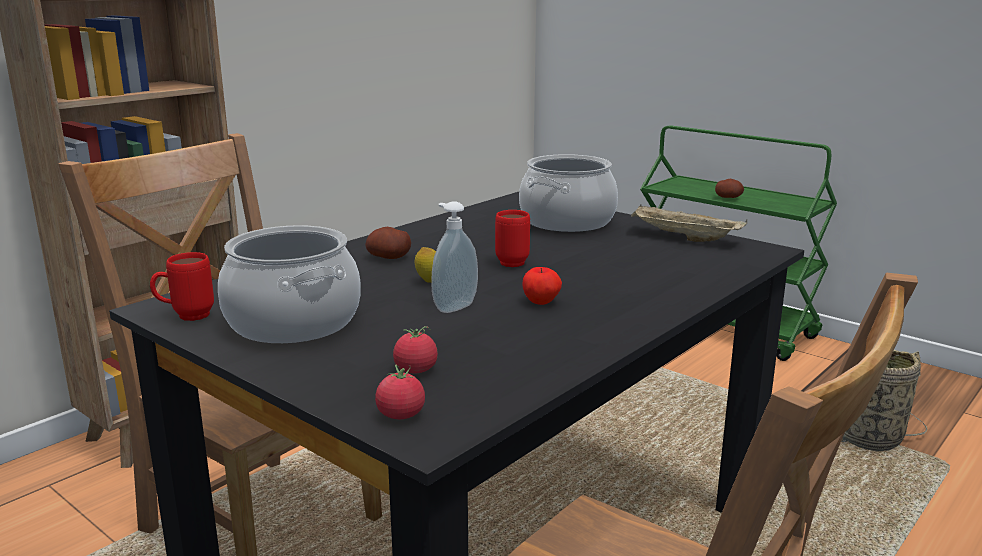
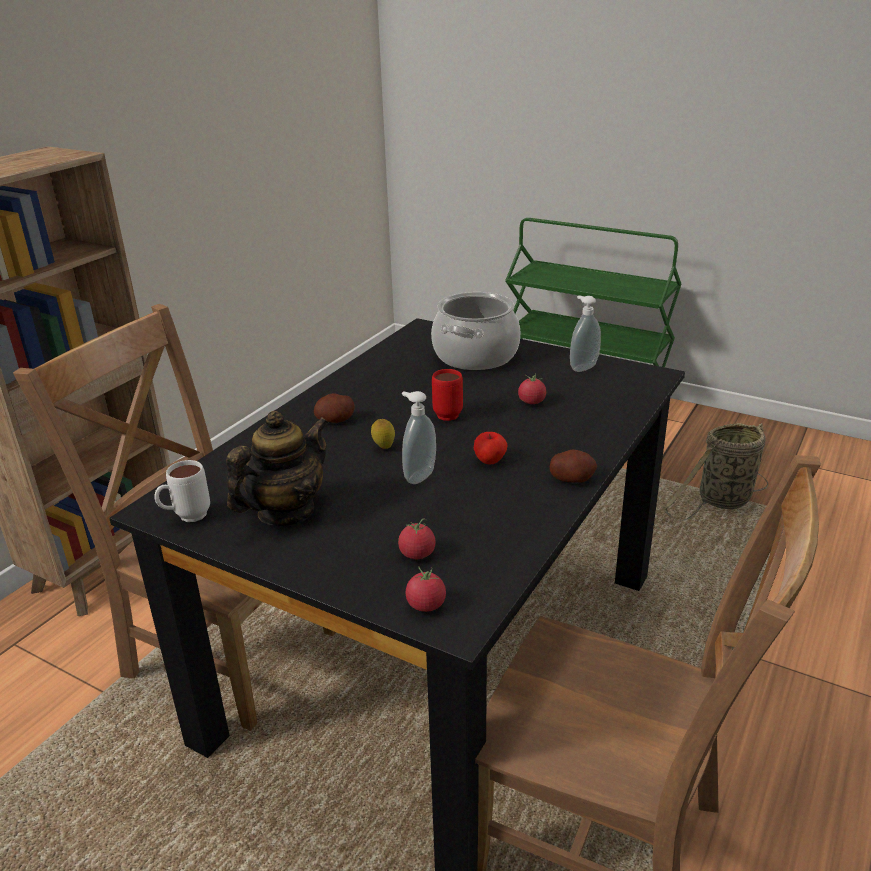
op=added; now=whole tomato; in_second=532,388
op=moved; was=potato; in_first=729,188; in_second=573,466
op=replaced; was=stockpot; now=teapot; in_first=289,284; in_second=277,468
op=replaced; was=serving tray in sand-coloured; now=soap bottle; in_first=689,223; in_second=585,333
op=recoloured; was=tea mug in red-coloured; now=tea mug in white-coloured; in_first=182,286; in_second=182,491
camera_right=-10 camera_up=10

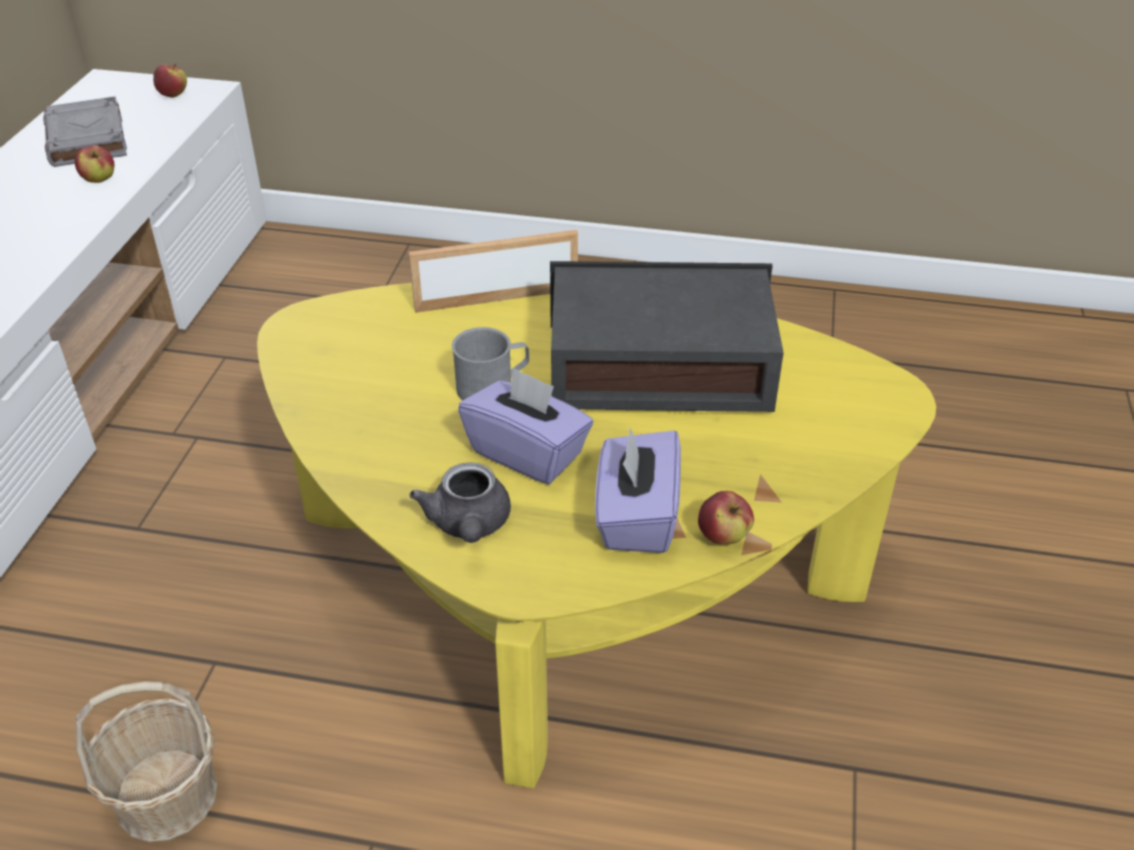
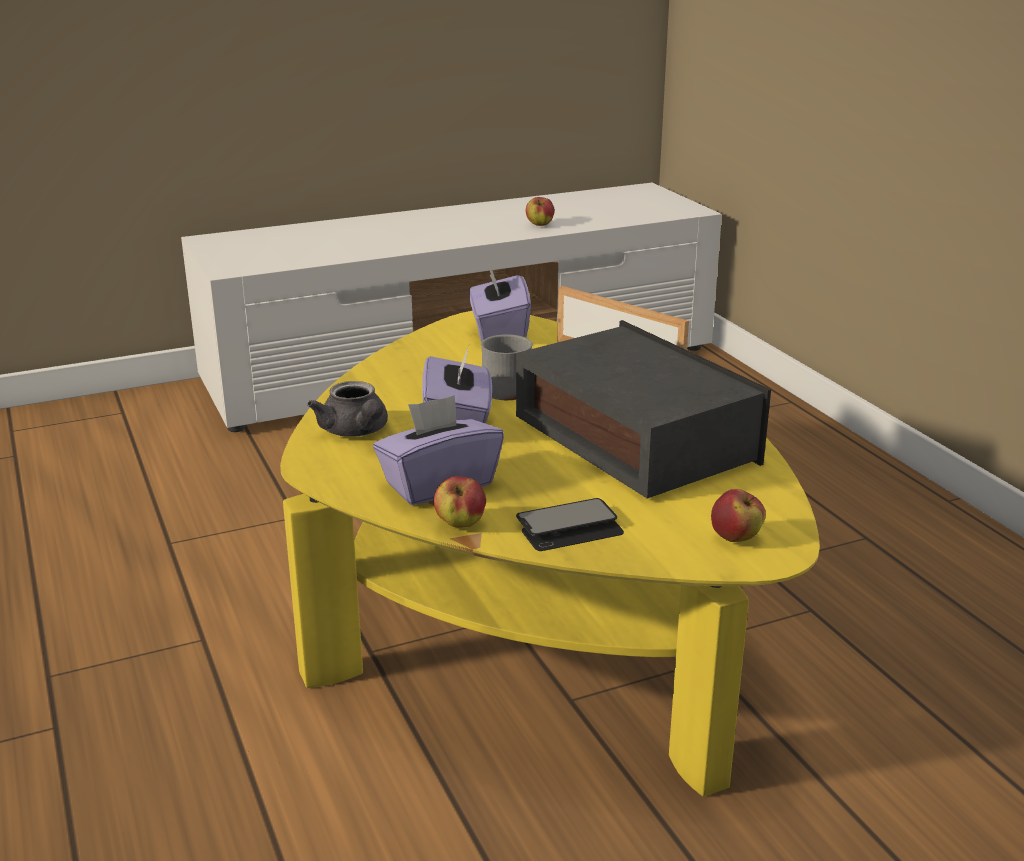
op=removed; was=bound book in gray; in_first=85,131
op=removed; was=basket; in_first=146,761
op=added; now=tissue holder in purple; in_second=500,302
op=added; now=phone; in_second=570,524
op=moved; was=apple; in_first=170,81; in_second=738,515
op=turned; was=teapot in gray; in_first=460,502; in_second=347,409; clockwise=-75
camera_right=55 camera_up=-15

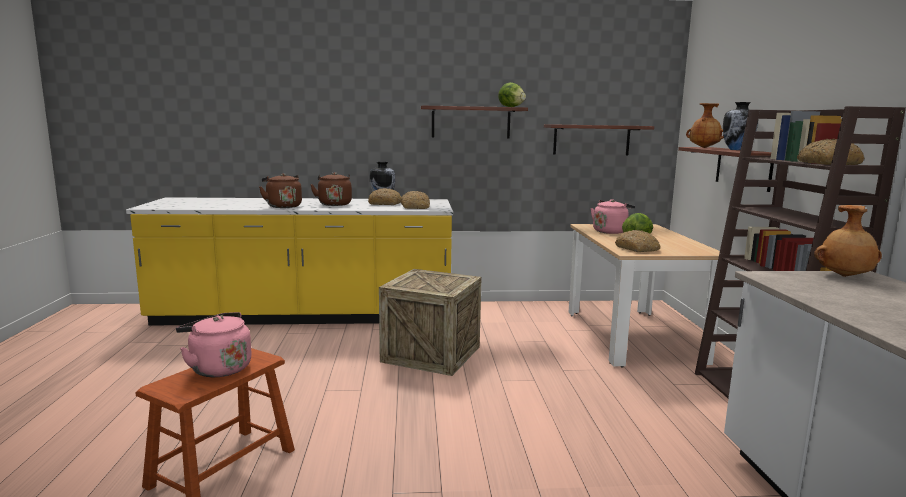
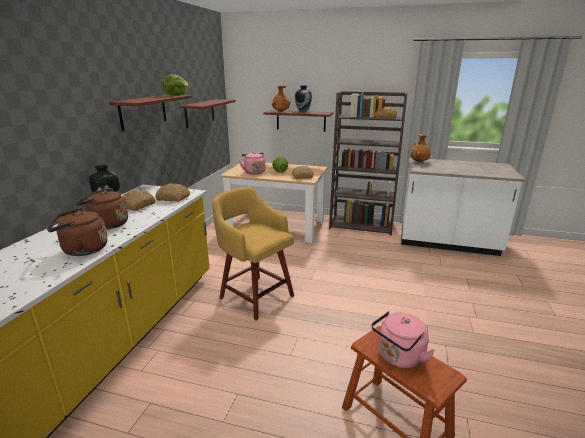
op=replaced; was=shipping crate; now=stool in yellow-coloured; in_first=430,322; in_second=253,253
camera_right=-70 camera_up=10

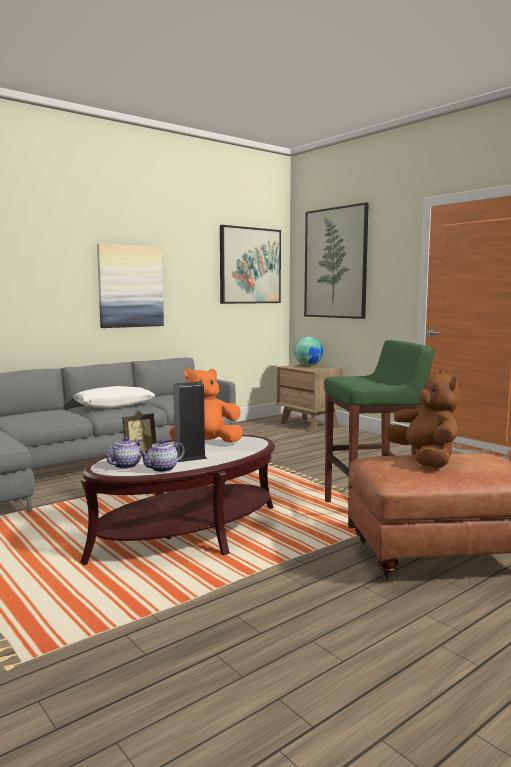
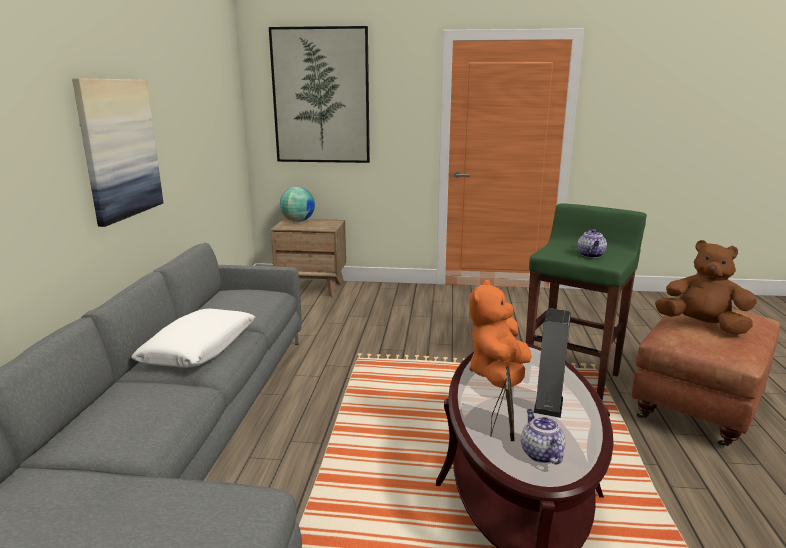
op=removed; was=wall picture; in_first=250,264
op=moved; was=teapot; in_first=161,456; in_second=592,243
camera_right=-45 camera_up=10

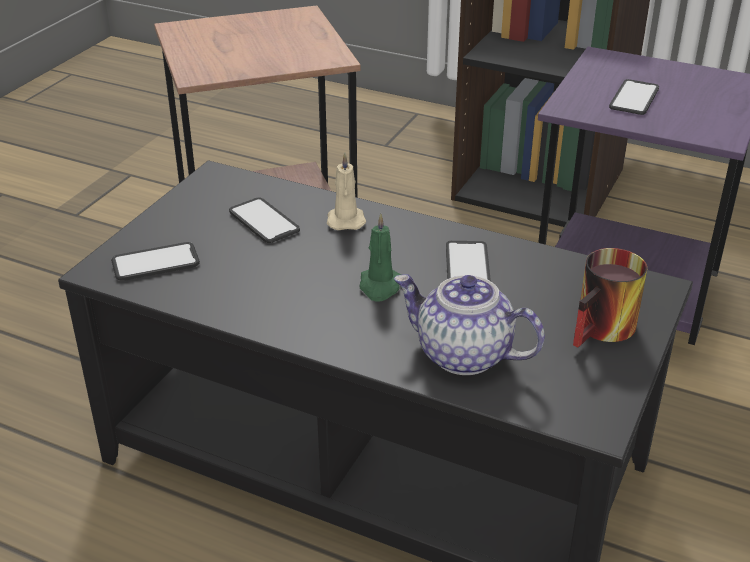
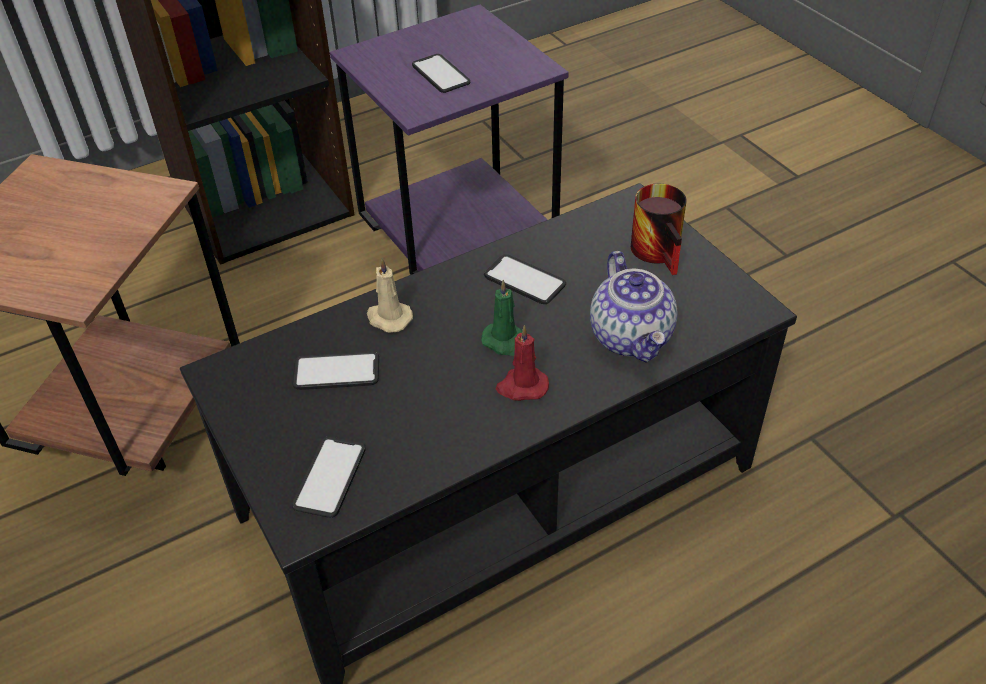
op=added; now=candle in red-coloured; in_second=522,363
op=turned; was=teapot; in_first=469,324; in_second=634,306; clockwise=-75
camera_right=-55 camera_up=10

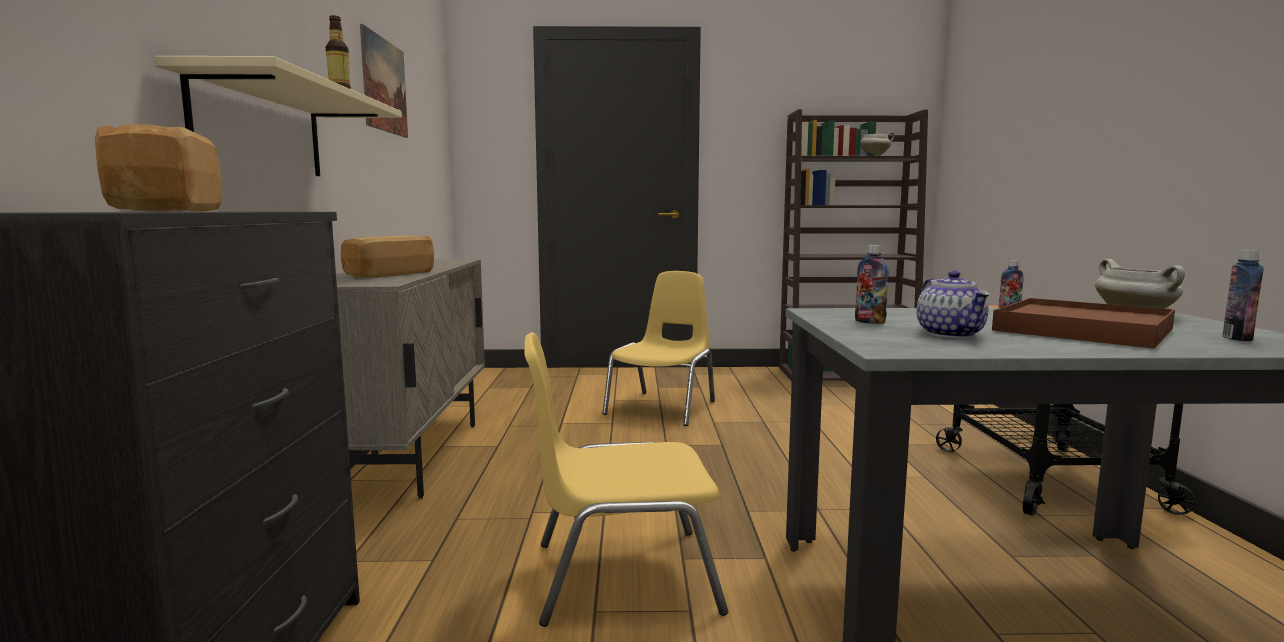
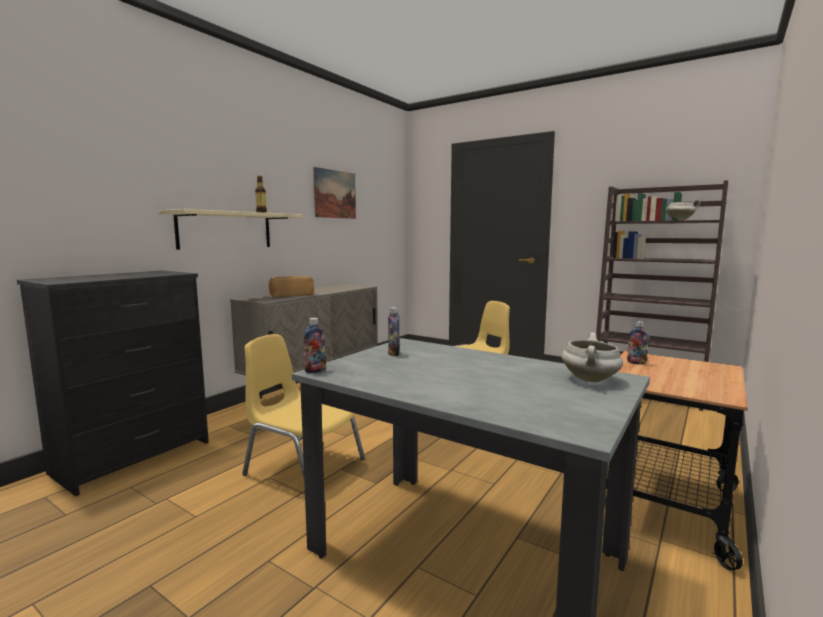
op=removed; was=baked bread; in_first=158,168
op=removed; was=teapot; in_first=953,304
op=removed; was=serving tray in brown; in_first=1083,323
op=moved; was=drink bottle; in_first=1243,295; in_second=314,345
camera_right=35 camera_up=0

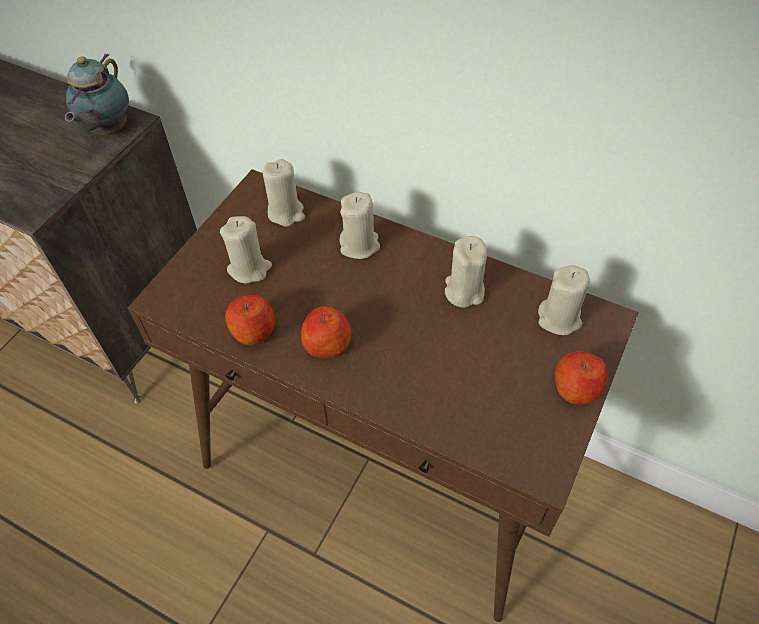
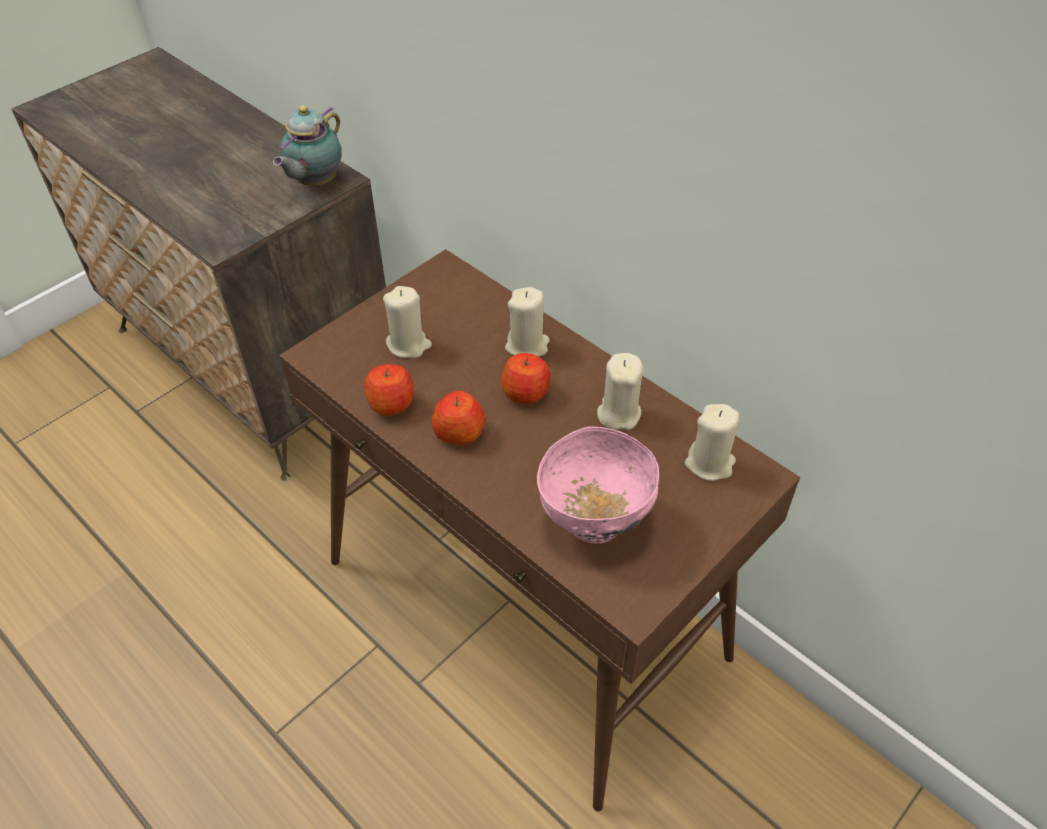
op=removed; was=candle in sand-coloured; in_first=284,193
op=added; now=deep dish in pink-coloured; in_second=598,485
op=moved; was=apple; in_first=581,378; in_second=526,378
camera_right=15 camera_up=-5

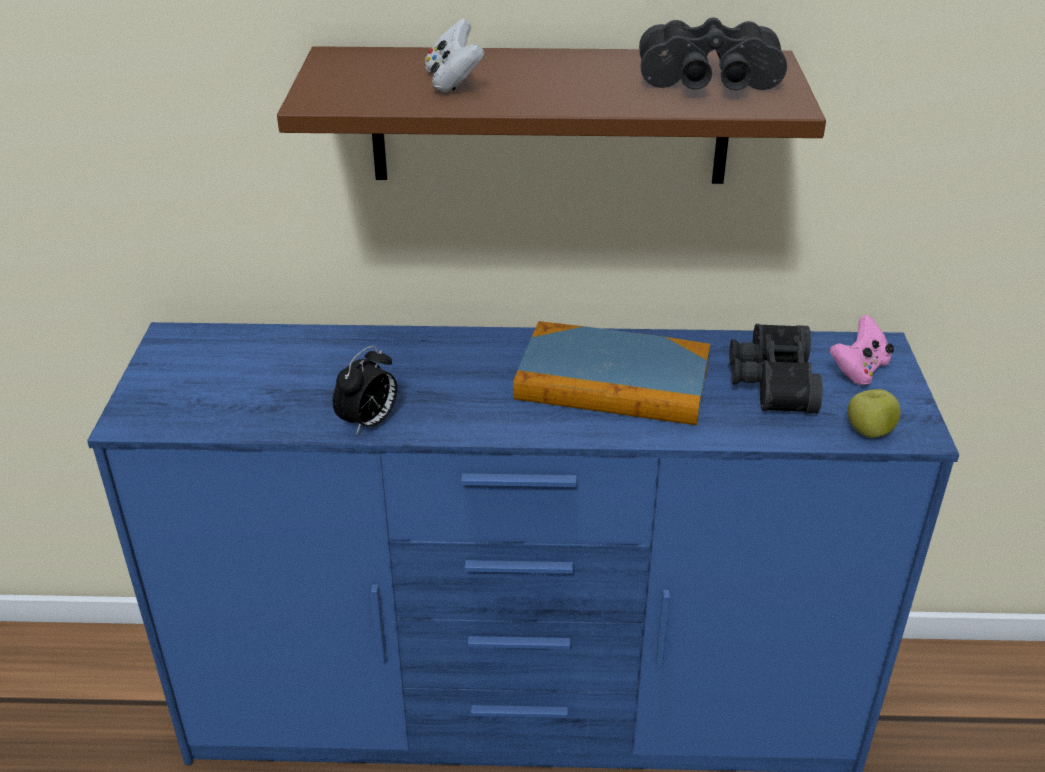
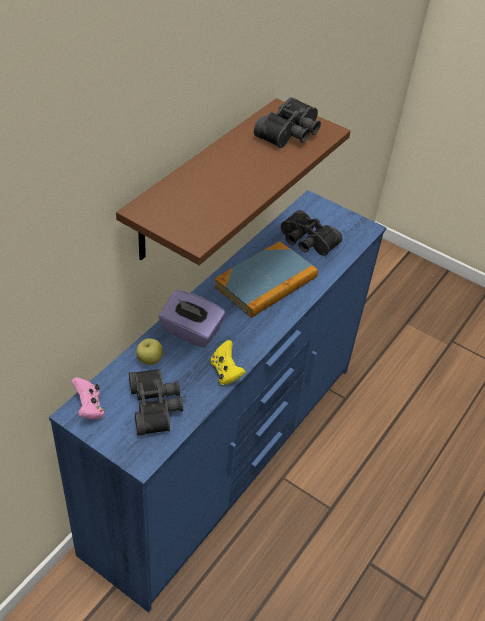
op=removed; was=game controller in white-coloured; in_first=455,55
op=added; now=field glasses in black-coloured; in_second=156,402
op=added; now=tissue holder in purple; in_second=192,319
op=moved; was=game controller in pink-coloured; in_first=862,350; in_second=87,398
op=moved; was=apple; in_first=874,413; in_second=149,351
op=replaced; was=table clock; now=game controller in yellow-coloured; in_first=365,390; in_second=228,362
camera_right=-60 camera_up=10

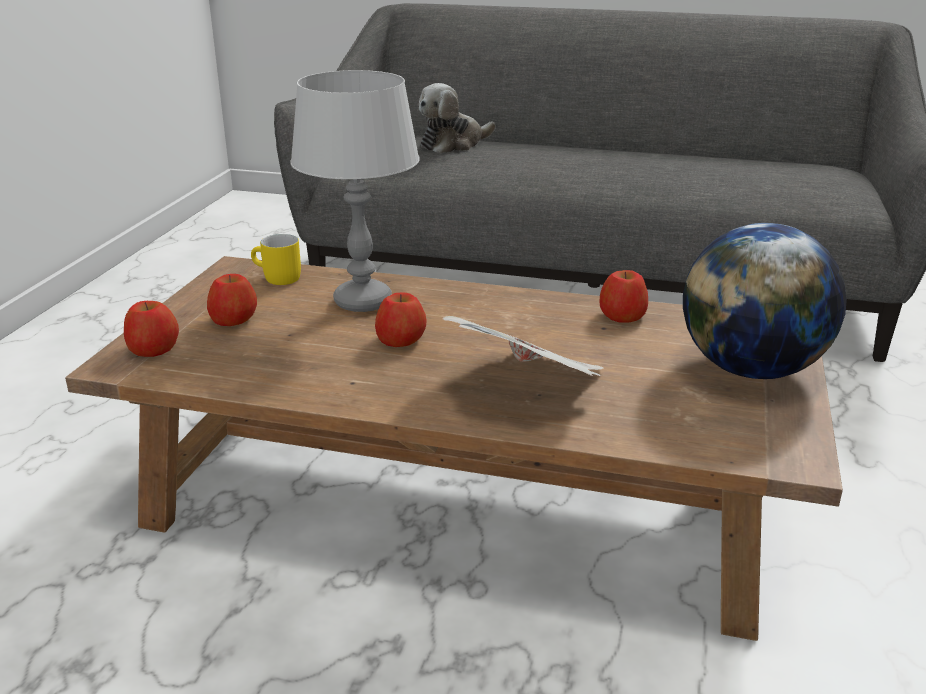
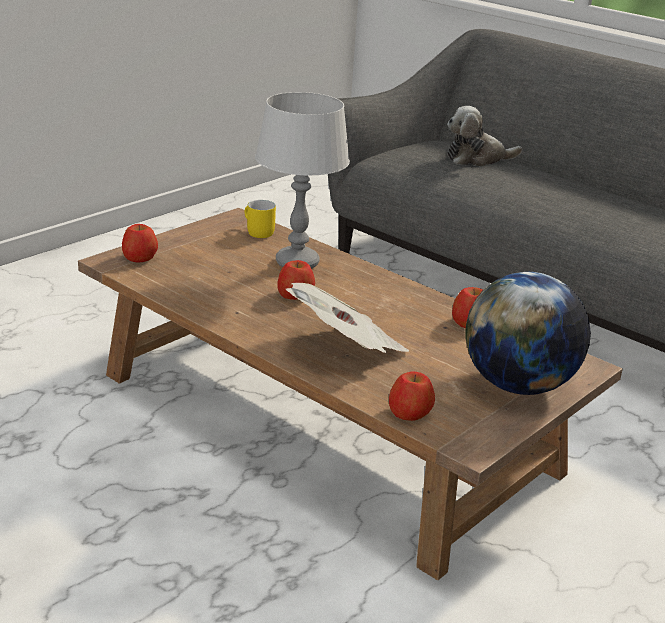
op=moved; was=apple; in_first=232,300; in_second=412,396
camera_right=25 camera_up=0

